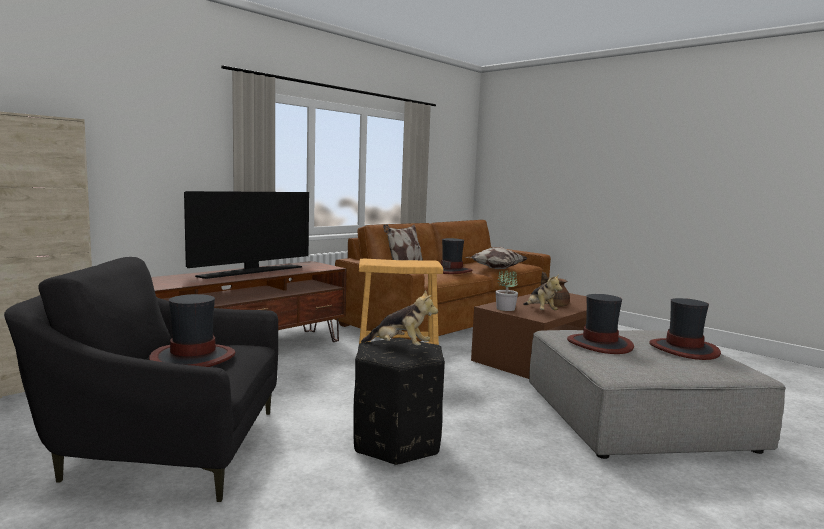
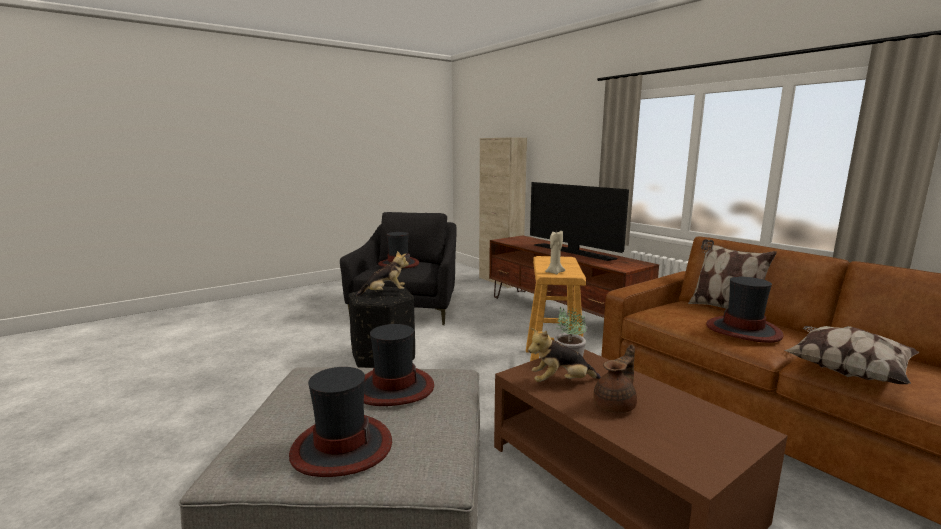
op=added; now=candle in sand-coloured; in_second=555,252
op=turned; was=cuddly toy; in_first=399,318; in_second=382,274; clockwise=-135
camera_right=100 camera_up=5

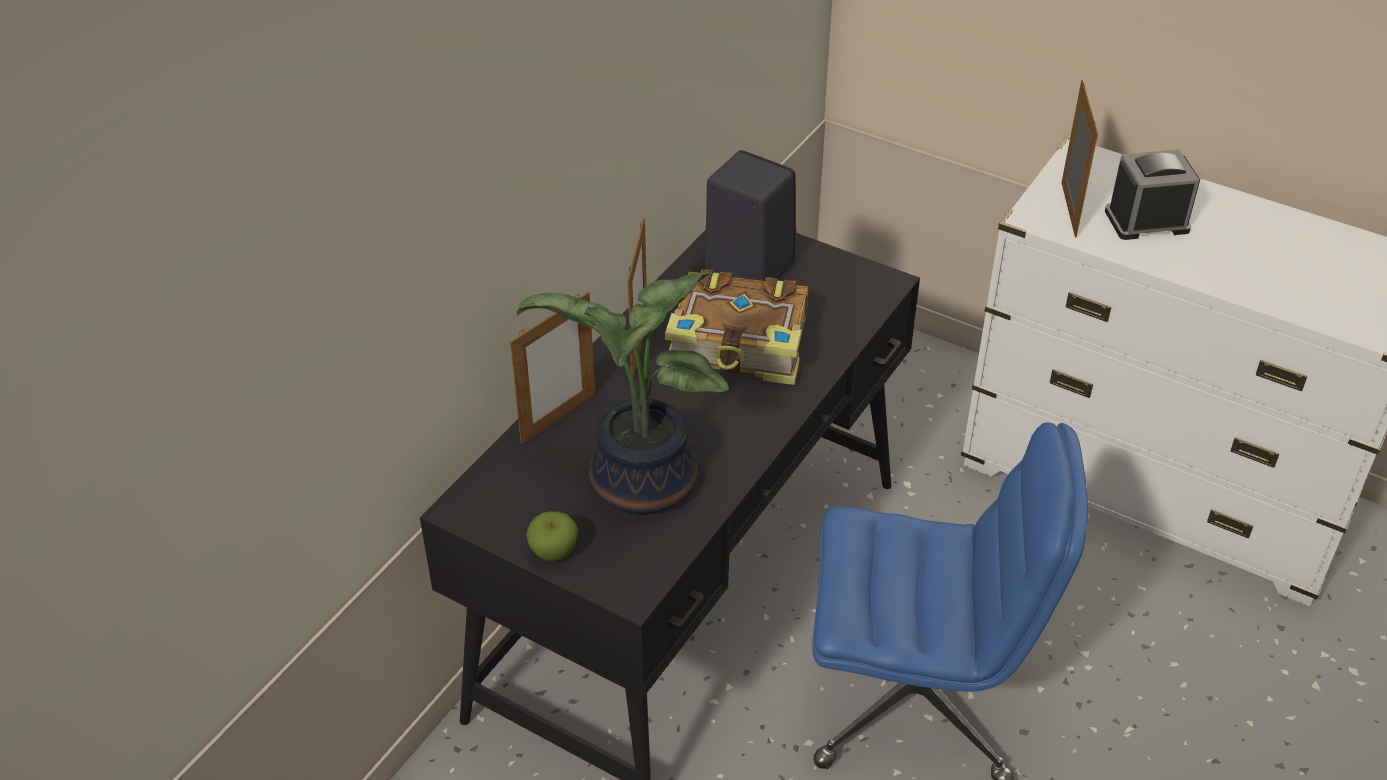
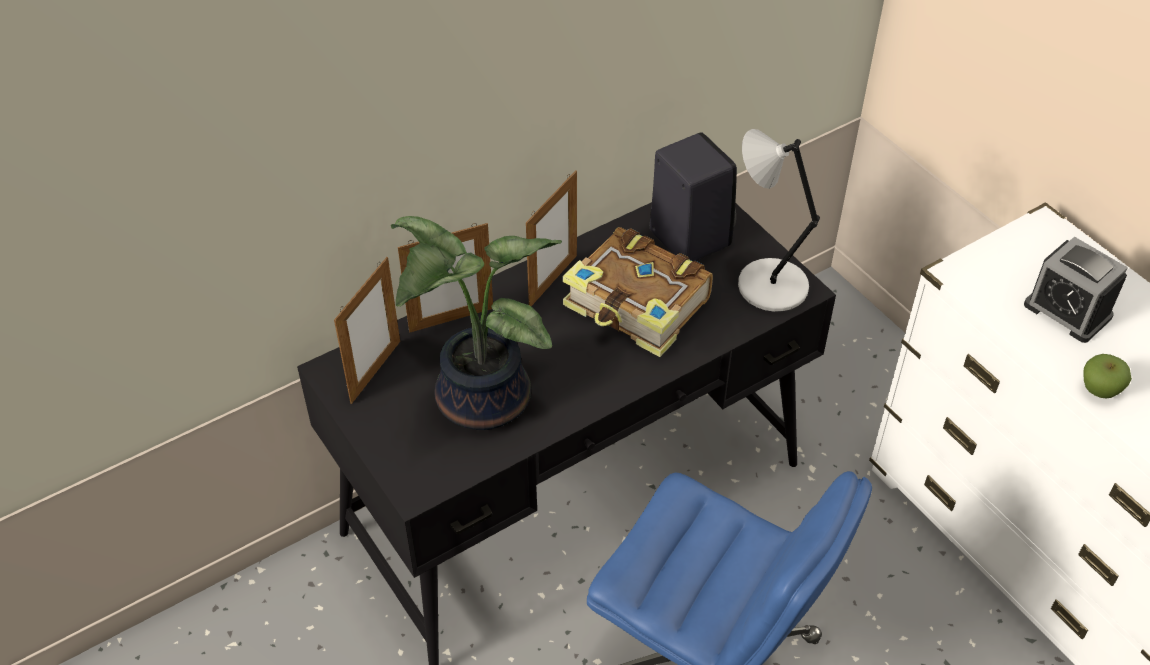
op=added; now=tabletop lamp in gray; in_second=779,220
op=moved; was=apple; in_first=552,536; in_second=1107,376
op=moved; was=standing frame; in_first=1080,159; in_second=367,330
op=turned; was=table clock; in_first=1152,194; in_second=1076,290; clockwise=-150
camera_right=25 camera_up=5

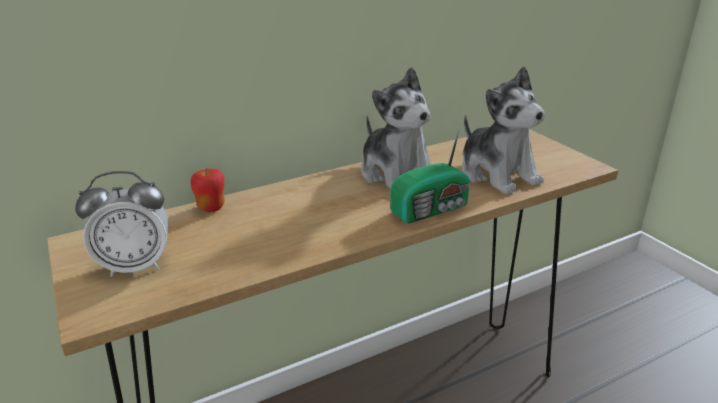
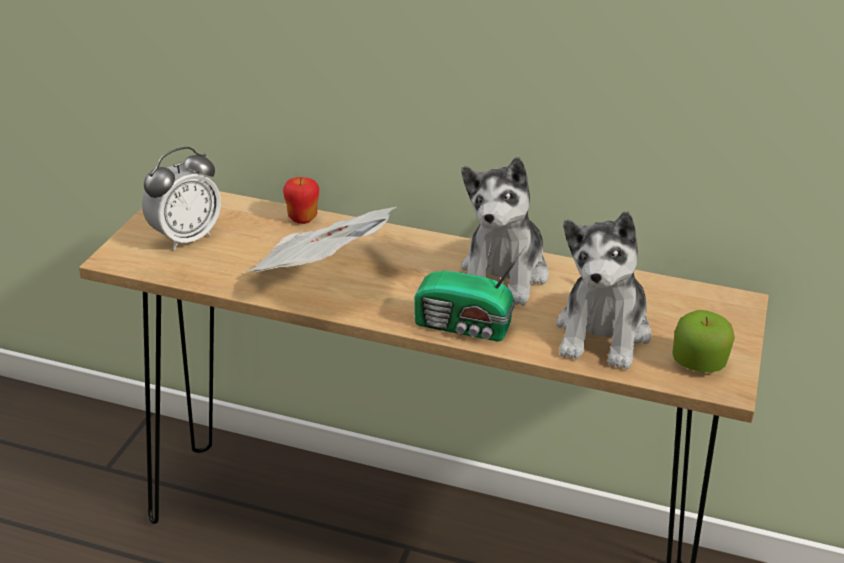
op=added; now=printed paper; in_second=322,239
op=added; now=apple; in_second=703,341
op=turned; was=table clock; in_first=121,224; in_second=181,198; clockwise=-75
camera_right=45 camera_up=5

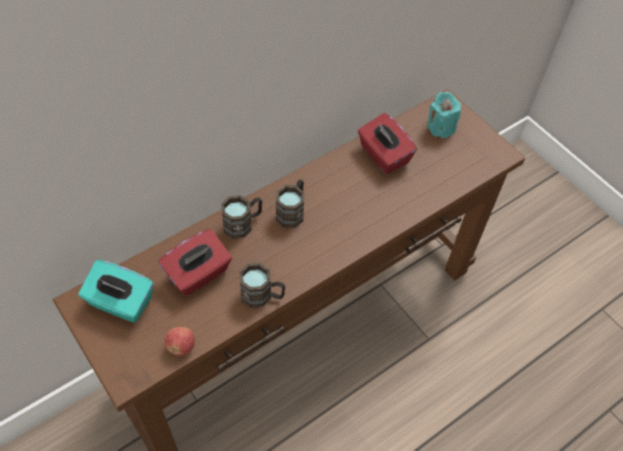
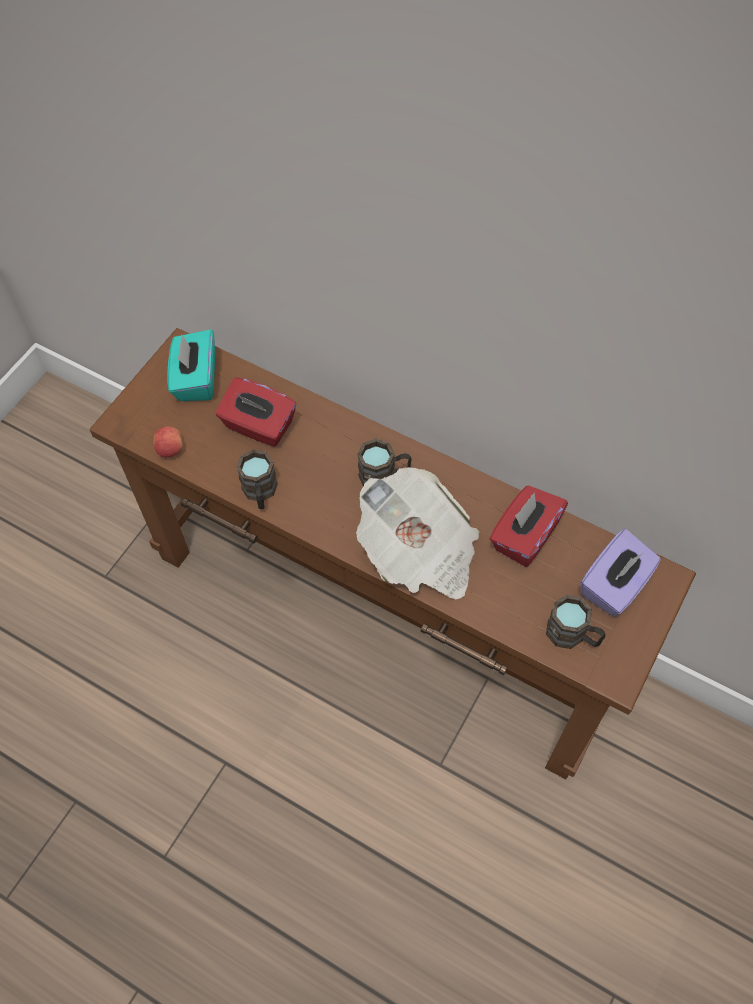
op=added; now=printed paper; in_second=417,533
op=moved; was=tea mug in brown; in_first=241,217; in_second=576,622
op=replaced; was=candle in turquoise; now=tissue holder in purple; in_first=444,115; in_second=620,572
camera_right=70 camera_up=5

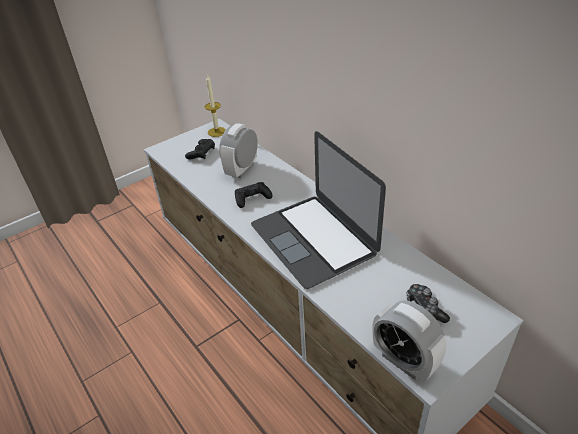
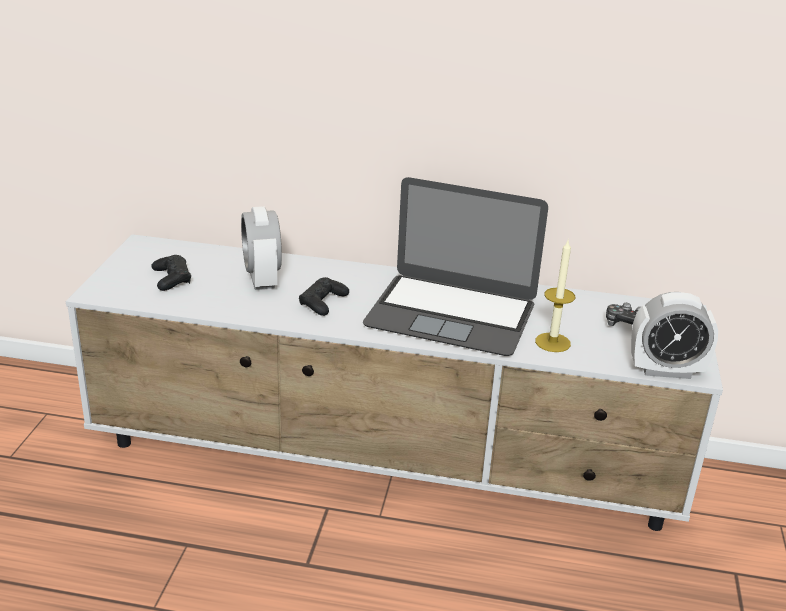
op=moved; was=candle; in_first=215,105; in_second=555,296
camera_right=-45 camera_up=-10

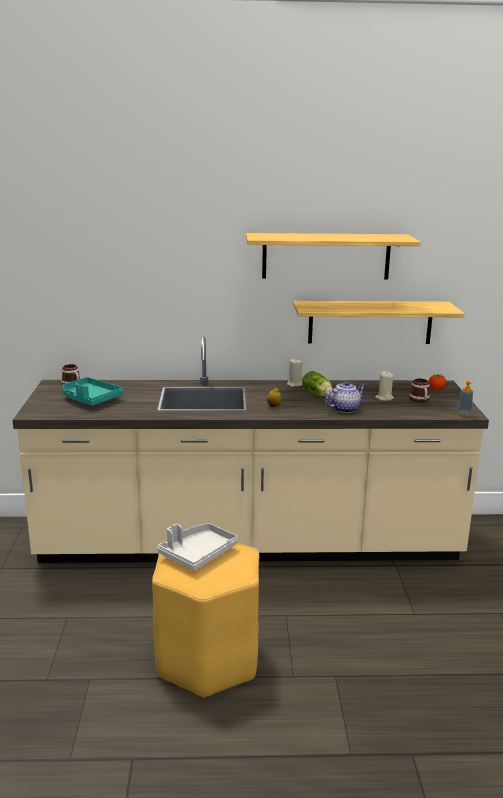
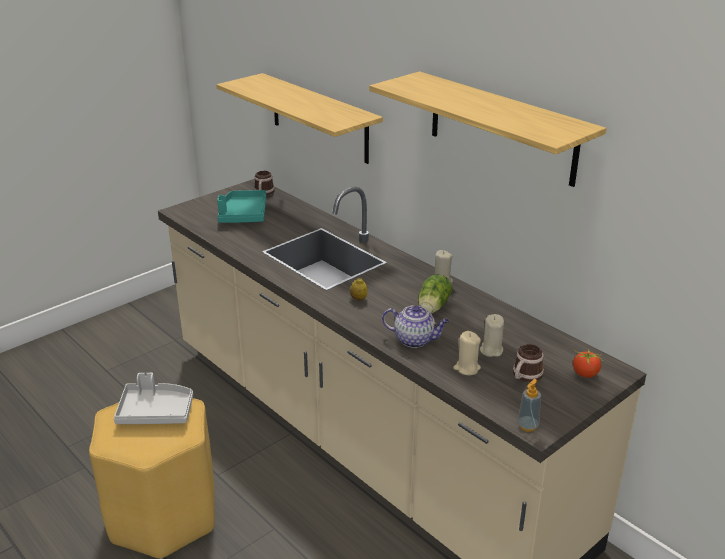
op=added; now=candle in sand-coloured; in_second=467,353
op=moved; was=shelf; in_first=379,322; in_second=299,118
camera_right=50 camera_up=10

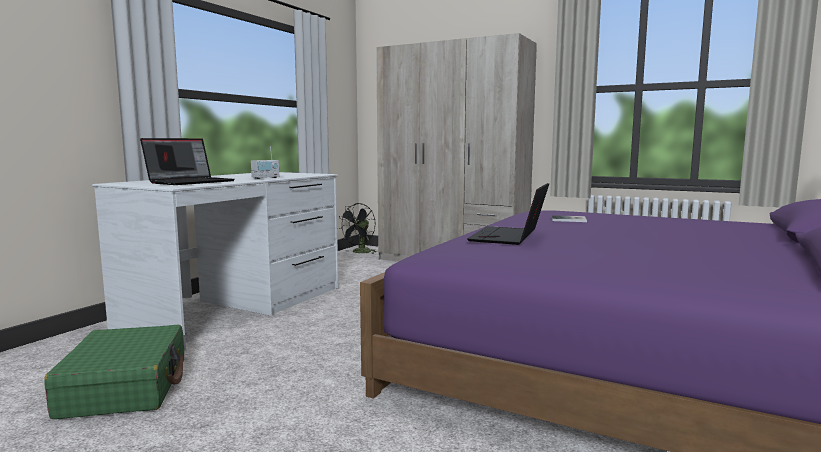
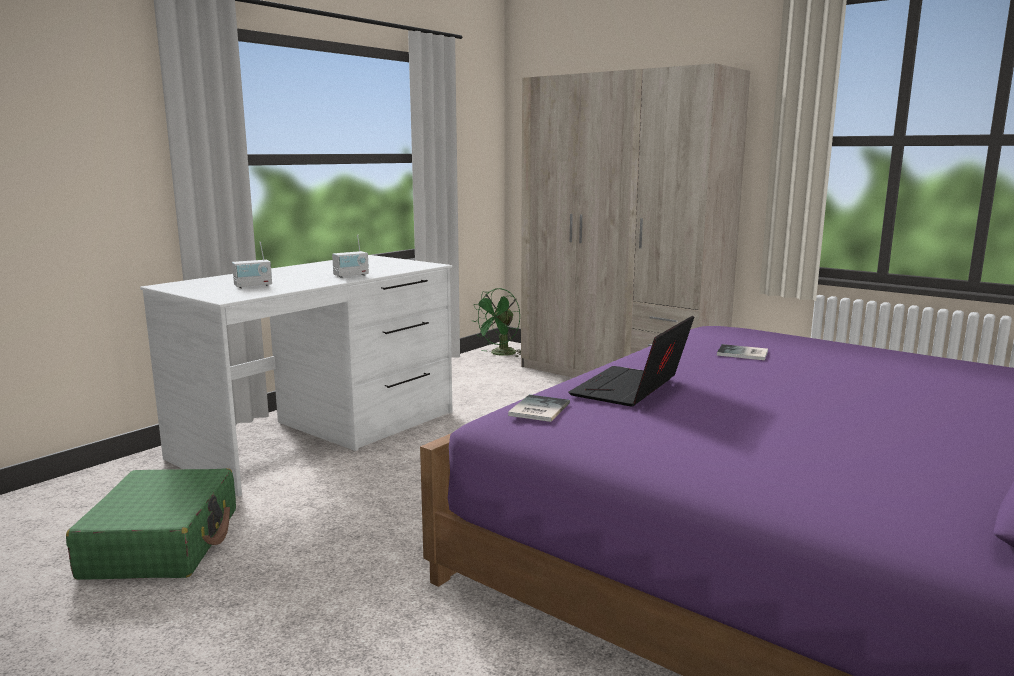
op=added; now=bound book; in_second=539,408
op=replaced; was=notebook computer; now=radio set; in_first=187,161; in_second=252,265
op=recoloured; was=cooling fan in black-coloured; now=cooling fan in greenish; in_first=357,228; in_second=497,322
camera_right=10 camera_up=5

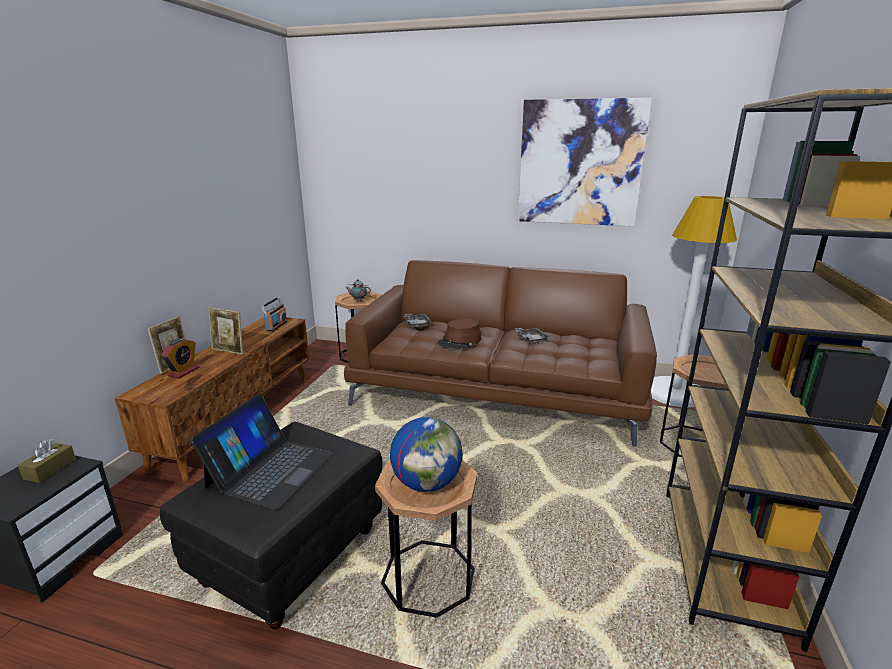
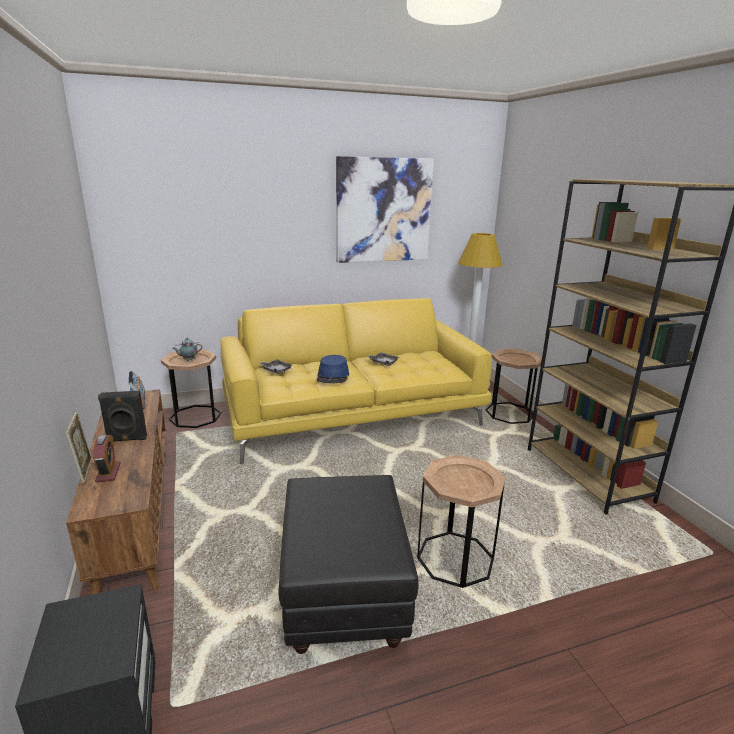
op=removed; was=tissue holder in brown; in_first=47,461
op=removed; was=notebook computer; in_first=261,452
op=removed; was=world globe; in_first=426,454
op=replaced; was=standing frame; now=speaker in black-coloured; in_first=225,331; in_second=122,416
op=recoloured; was=sofa in brown; now=sofa in yellow-coloured; in_first=500,353; in_second=356,381
op=recoloured; was=wearable hat in brown; now=wearable hat in blue-coloured; in_first=459,333; in_second=333,369
camera_right=-35 camera_up=0

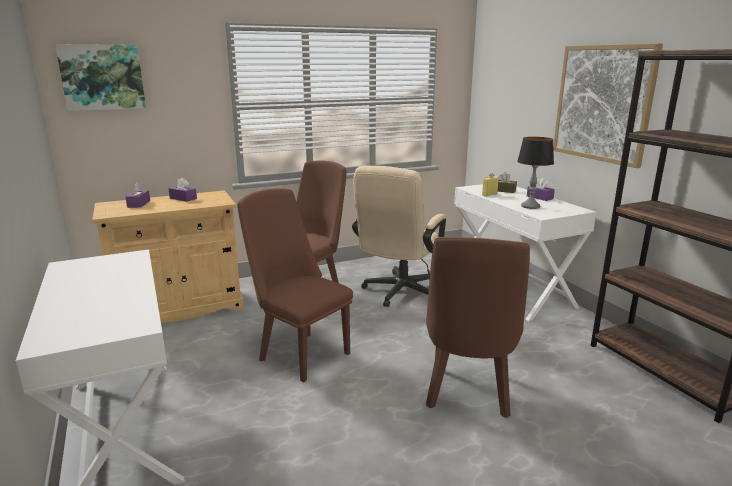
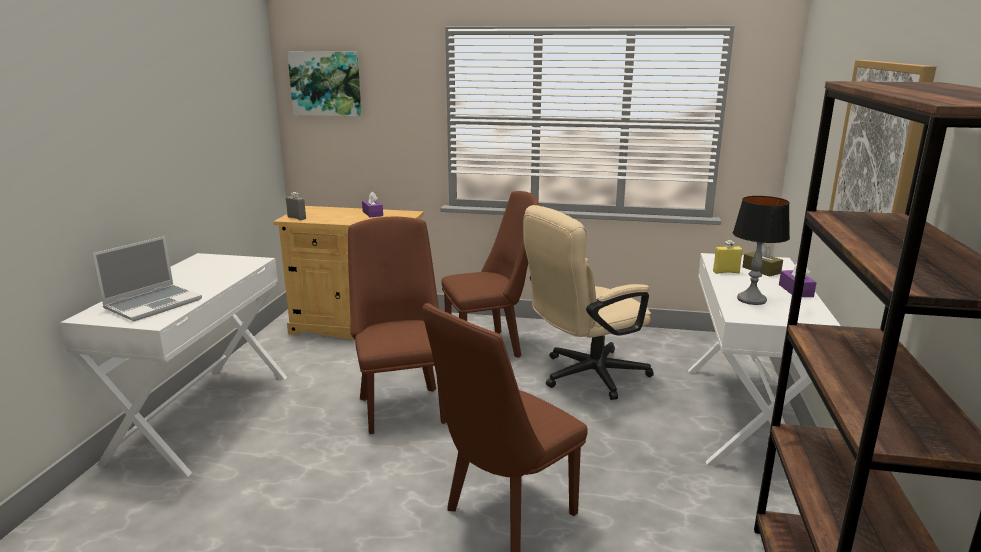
op=removed; was=tissue holder in purple; in_first=138,195
op=added; now=notebook computer; in_second=147,278
op=added; now=drink bottle in gray; in_second=296,206
camera_right=35 camera_up=0

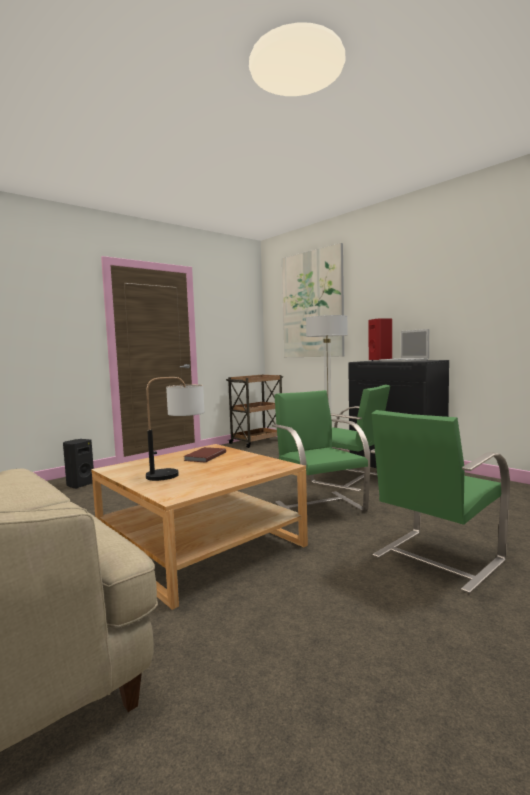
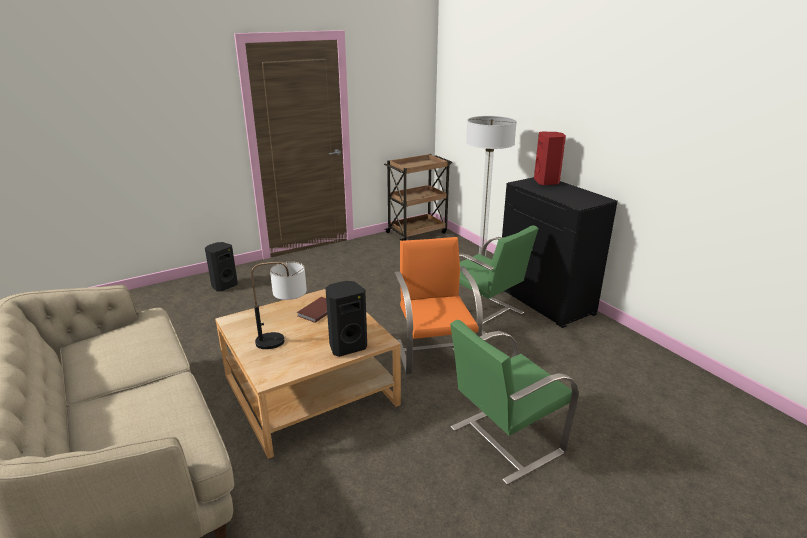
op=removed; was=wall picture; in_first=313,300
op=removed; was=notebook computer; in_first=404,345
op=added; now=speaker in black-coloured; in_second=346,319
op=recoloured; was=plain chair in greenish; now=plain chair in orange; in_first=321,451; in_second=439,306
camera_right=10 camera_up=20

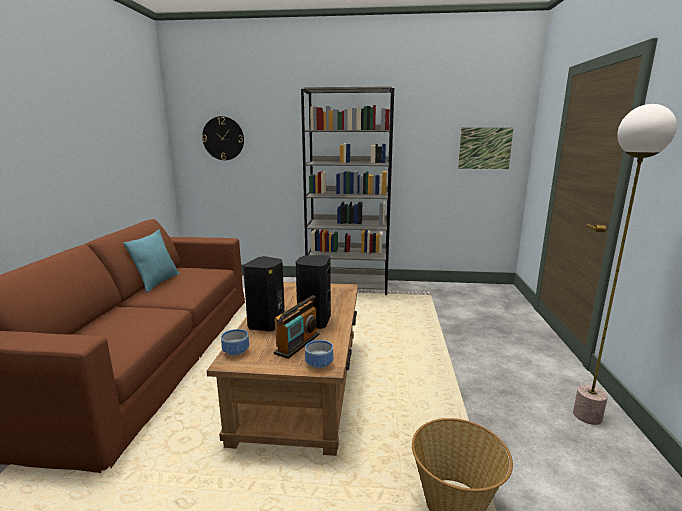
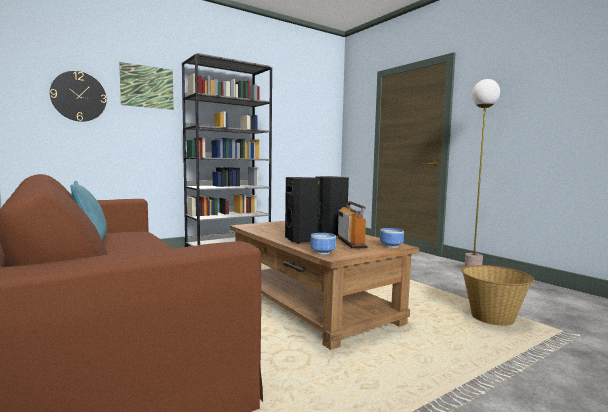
op=moved; was=wall picture; in_first=485,148; in_second=146,86
camera_right=-40 camera_up=-10

